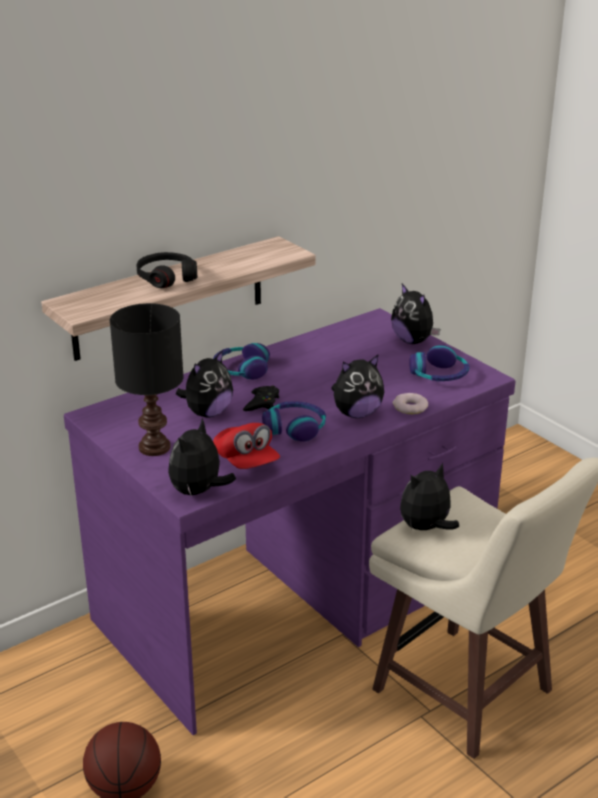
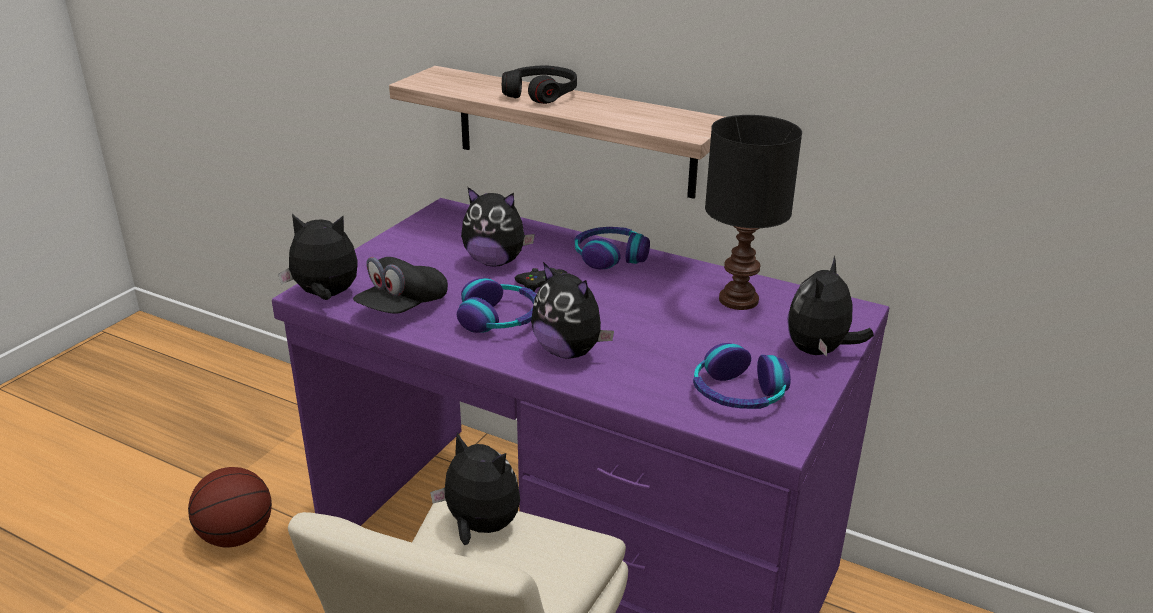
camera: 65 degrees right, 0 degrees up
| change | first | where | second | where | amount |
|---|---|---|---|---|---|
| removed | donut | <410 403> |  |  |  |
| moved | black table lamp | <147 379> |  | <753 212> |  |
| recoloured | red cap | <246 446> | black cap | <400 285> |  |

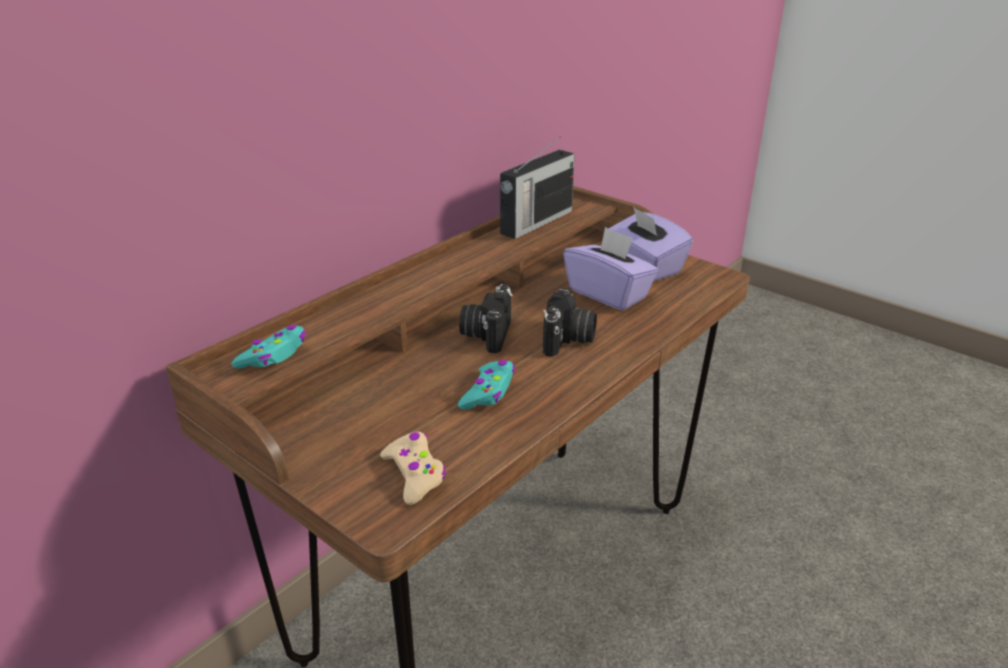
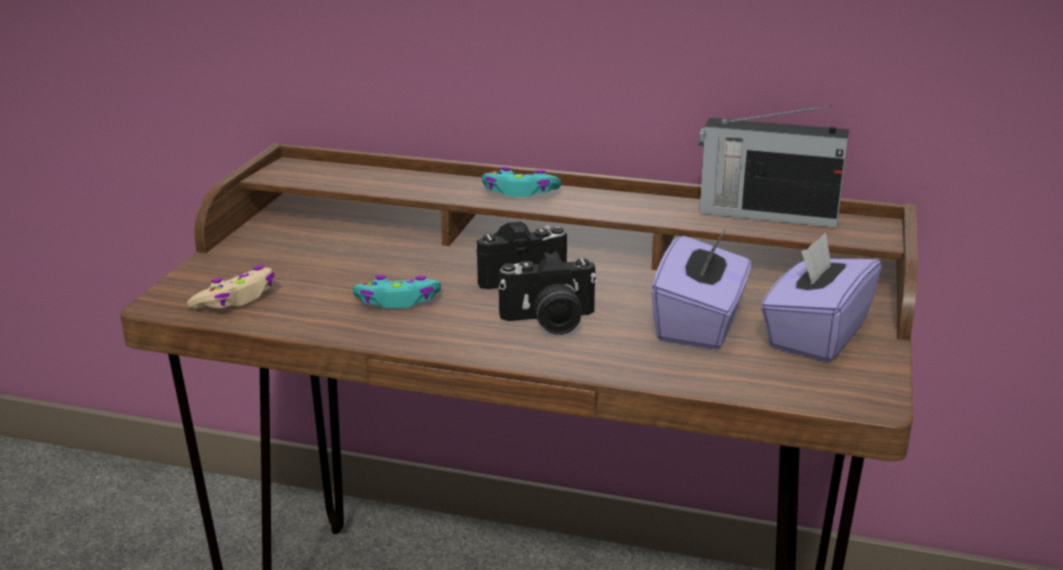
camera: 65 degrees right, 5 degrees down
| change | first | where | second | where | amount |
|---|---|---|---|---|---|
| moved | turquoise game controller | <268 347> |  | <521 182> |  |

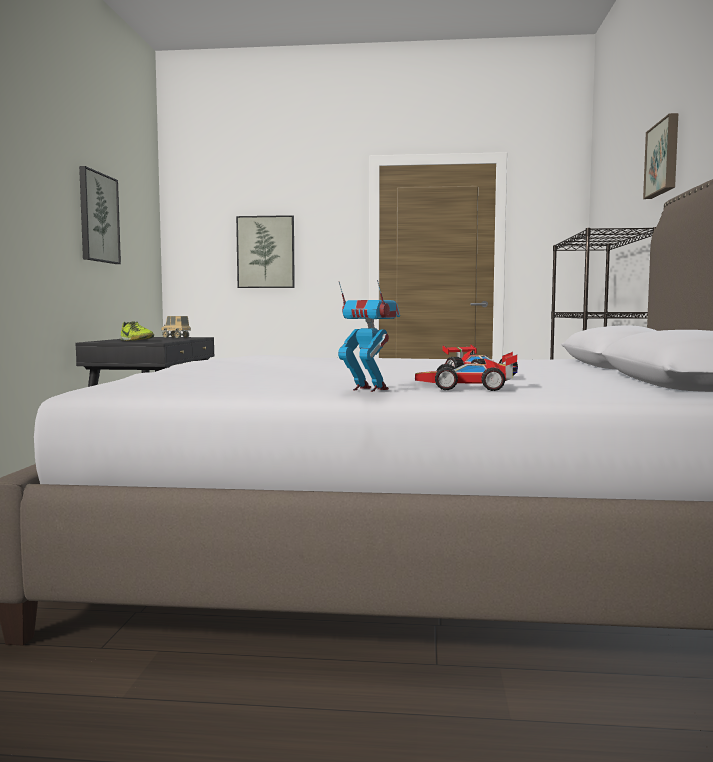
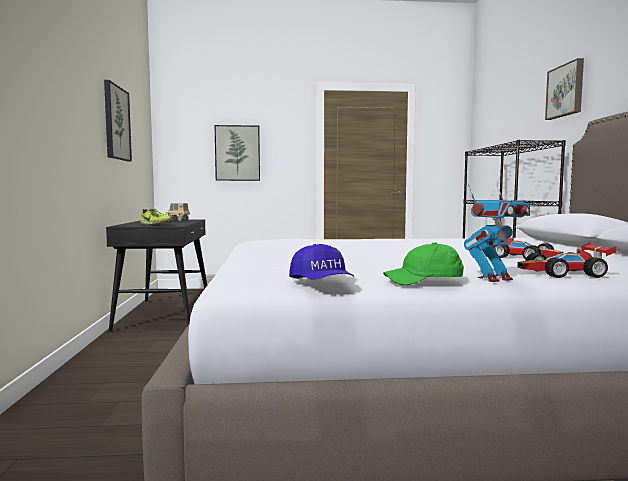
camera: 10 degrees left, 0 degrees up
| change | first | where | second | where | amount |
|---|---|---|---|---|---|
| added |  |  | blue cap | <321 262> |  |
| added |  |  | green cap | <423 263> |  |
| turned | toy robot | <369 336> |  | <497 233> | 135 degrees clockwise |

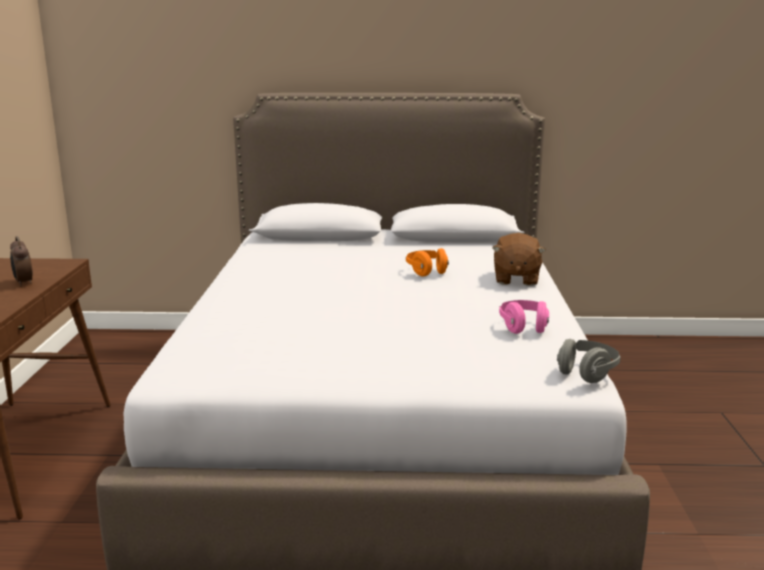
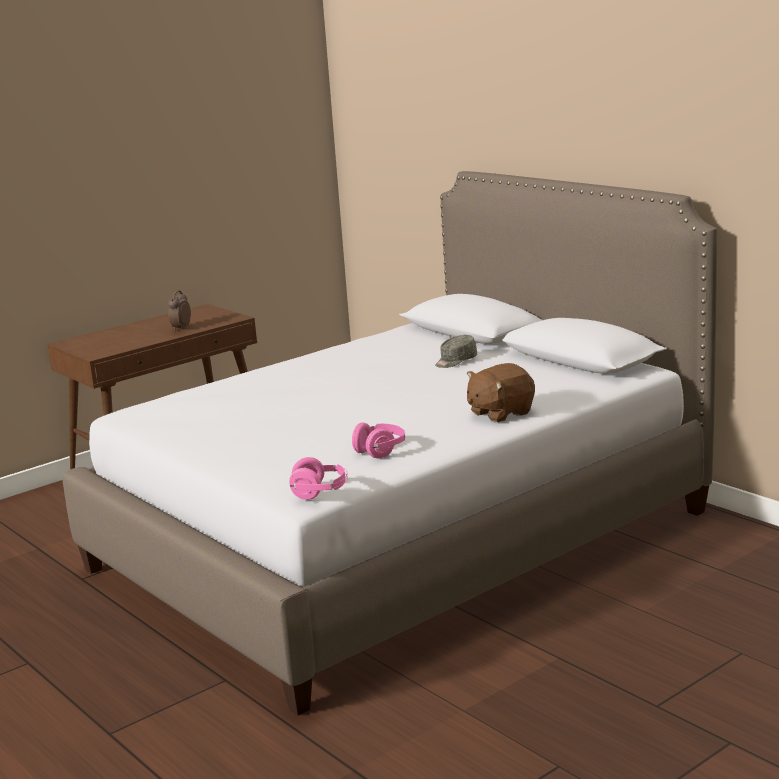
camera: 50 degrees right, 0 degrees up
| change | first | where | second | where | amount |
|---|---|---|---|---|---|
| removed | orange headphones | <427 262> |  |  |  |
| added |  |  | grey cap | <456 351> |  |
| recoloured | grey headphones | <589 361> | pink headphones | <318 478> |  |

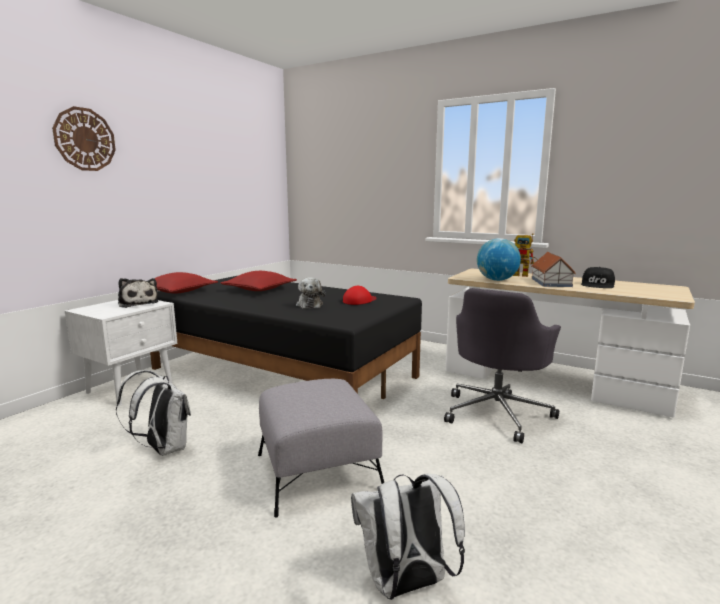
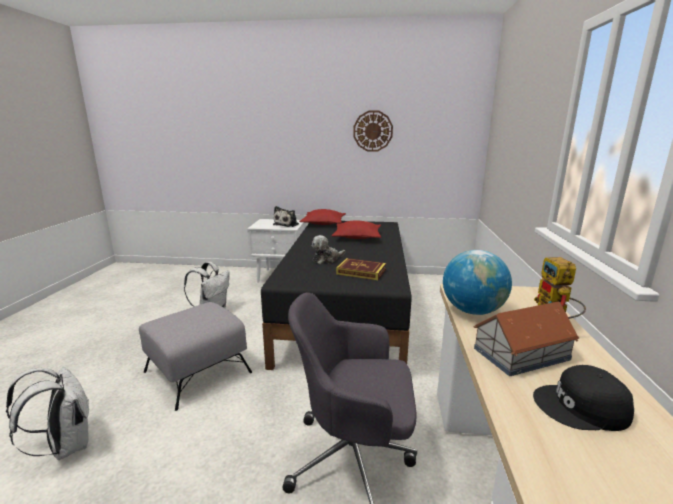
camera: 65 degrees right, 5 degrees up
| change | first | where | second | where | amount |
|---|---|---|---|---|---|
| moved | wall clock | <84 138> |  | <373 131> |  |
| replaced | red cap | <360 295> | book | <361 269> |  |

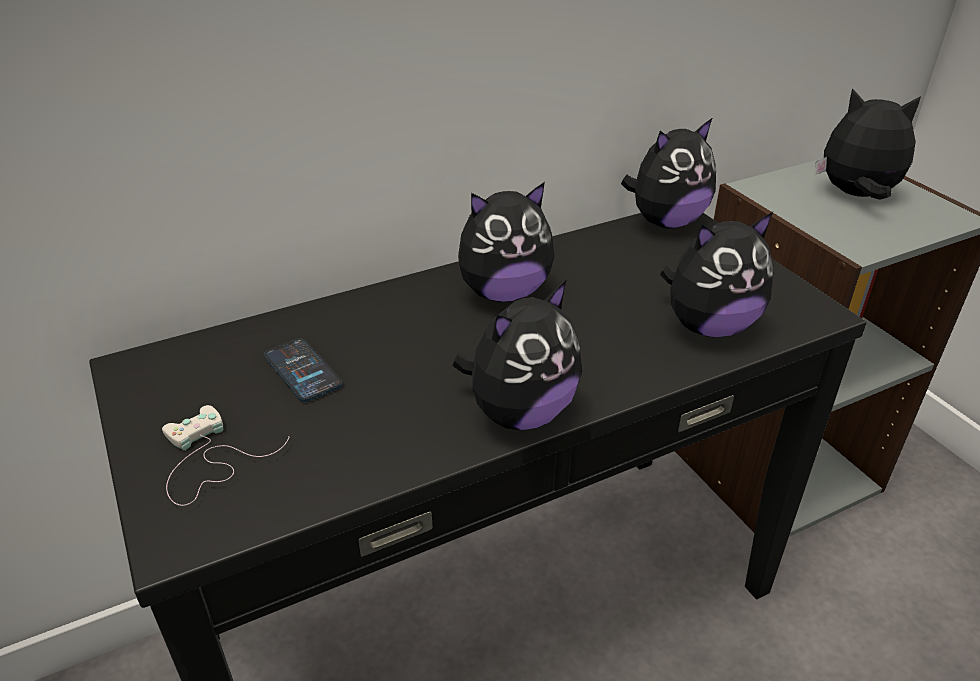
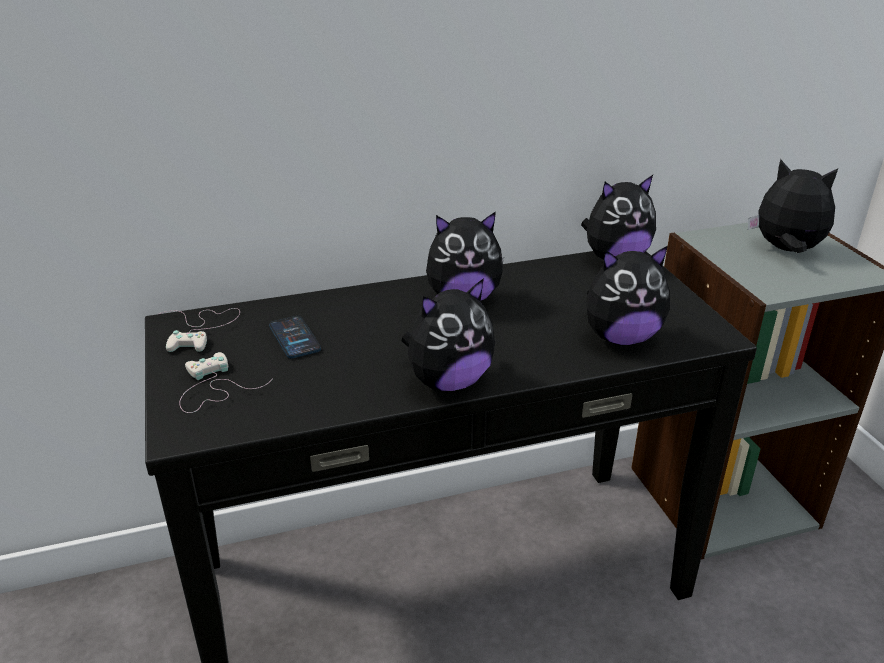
camera: 10 degrees right, 5 degrees down
| change | first | where | second | where | amount |
|---|---|---|---|---|---|
| added |  |  | white game controller | <199 330> |  |

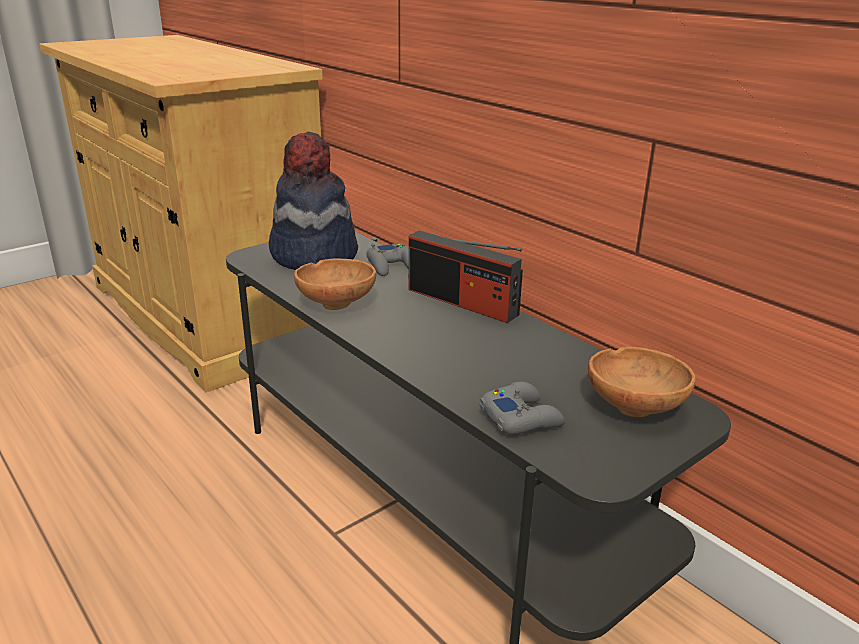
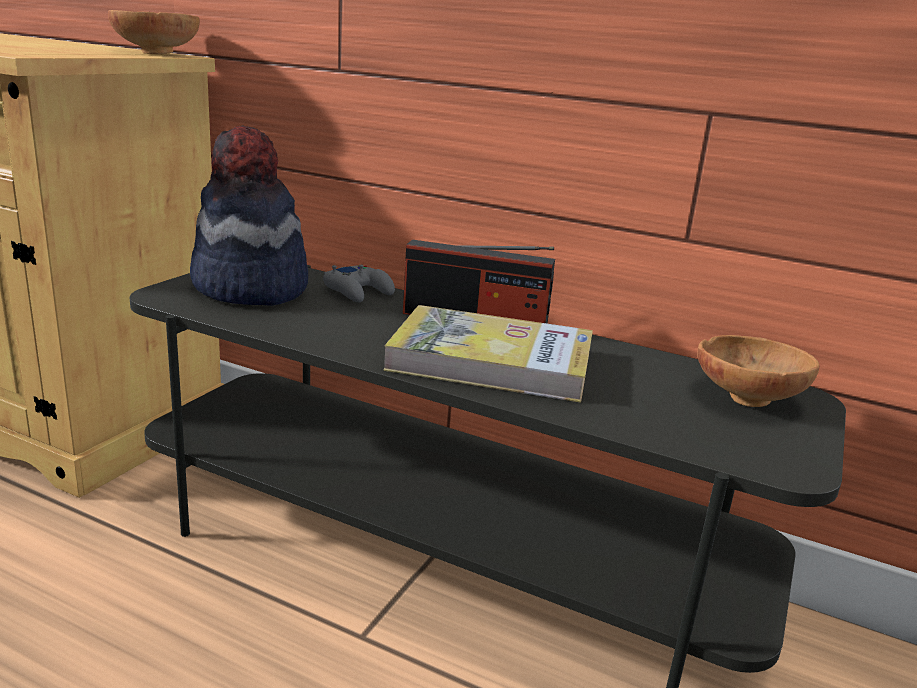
camera: 25 degrees left, 5 degrees down
| change | first | where | second | where | amount |
|---|---|---|---|---|---|
| removed | grey game controller | <522 408> |  |  |  |
| added |  |  | book | <488 354> |  |
| moved | brown bowl | <335 284> |  | <154 32> |  |

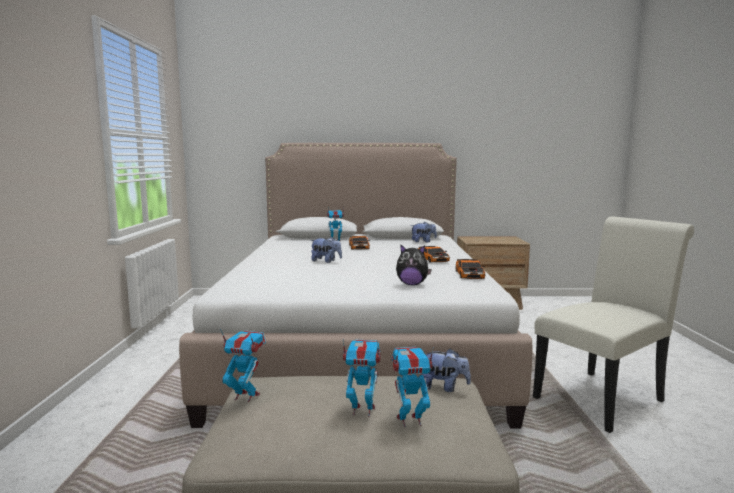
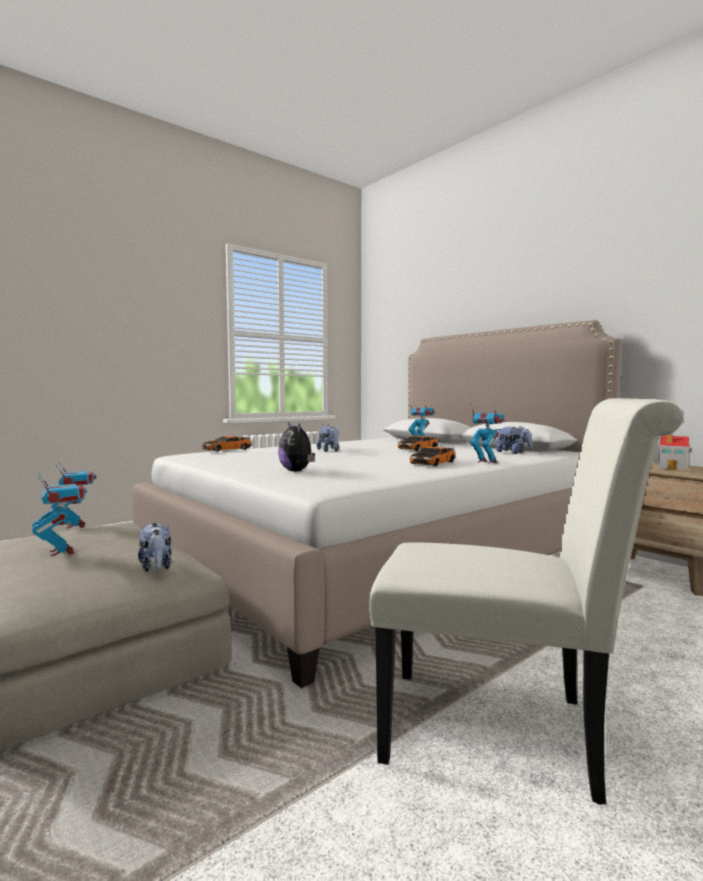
camera: 50 degrees right, 5 degrees down
| change | first | where | second | where | amount |
|---|---|---|---|---|---|
| added |  |  | toy house | <674 452> |  |
| moved | toy robot | <412 387> |  | <487 433> |  |
| moved | toy car | <470 269> |  | <227 444> |  |

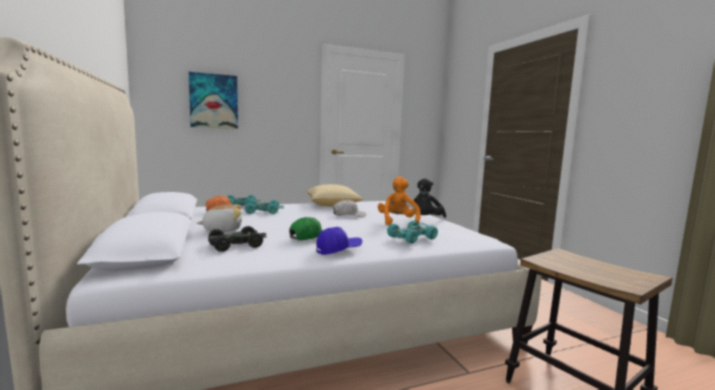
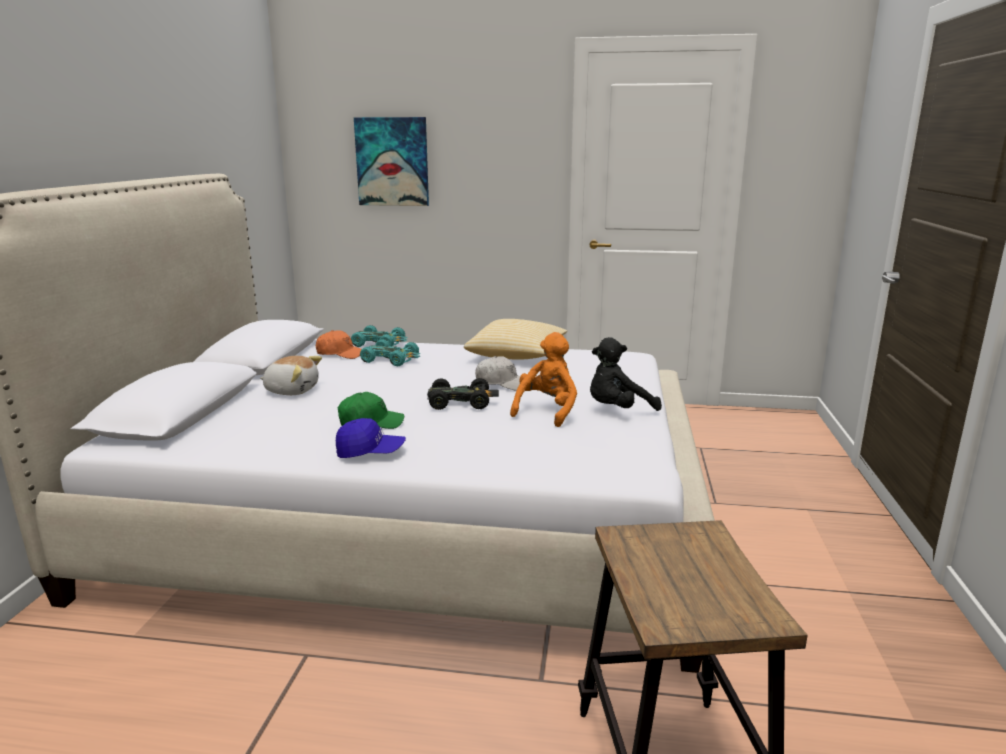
camera: 30 degrees right, 10 degrees up
| change | first | where | second | where | amount |
|---|---|---|---|---|---|
| removed | turquoise toy car | <412 232> |  |  |  |
| moved | black toy car | <237 239> |  | <463 394> |  |

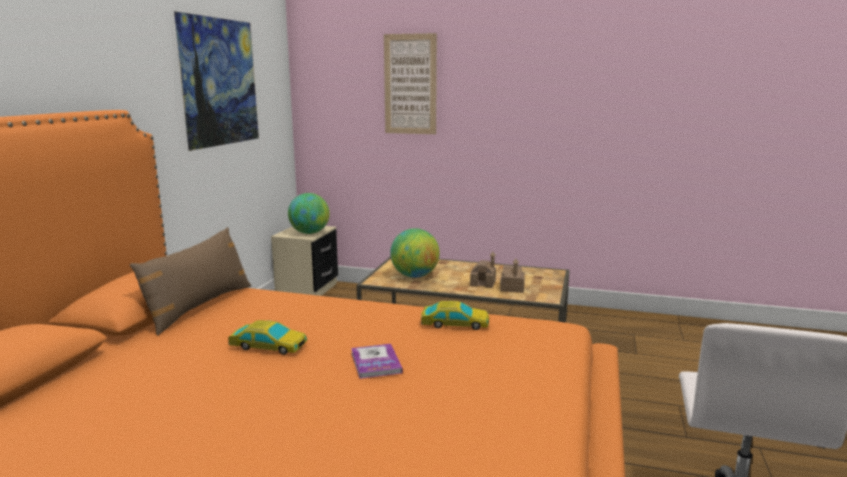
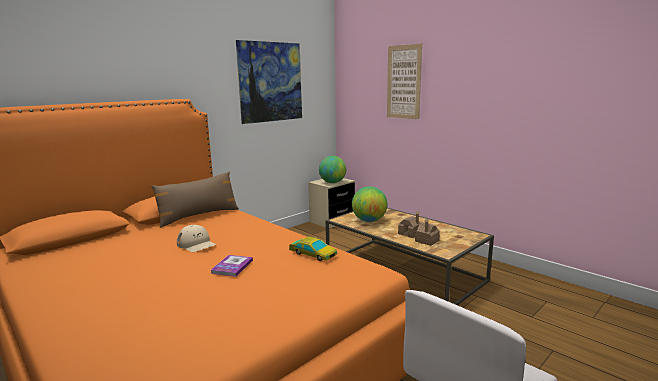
camera: 30 degrees right, 0 degrees up
| change | first | where | second | where | amount |
|---|---|---|---|---|---|
| replaced | toy car | <267 337> | beige cap | <196 238> |  |

